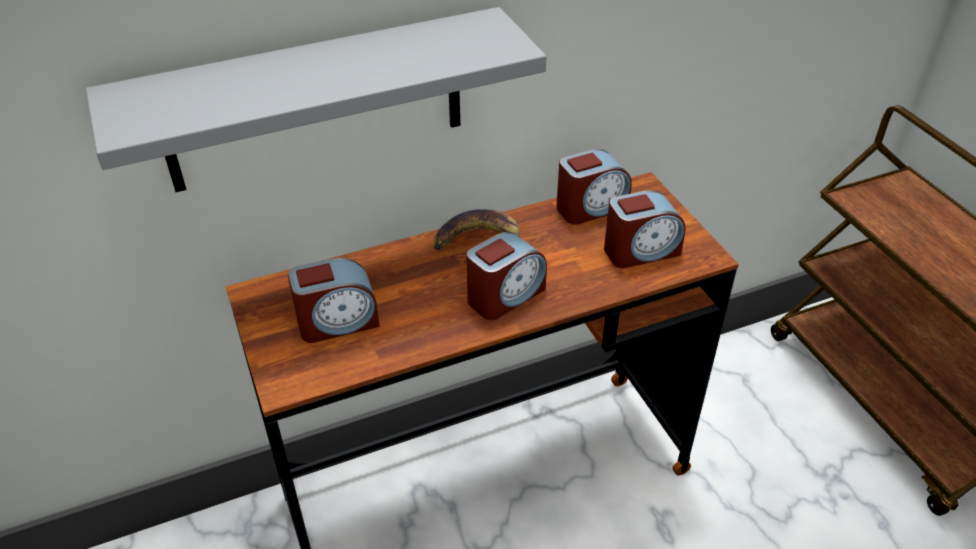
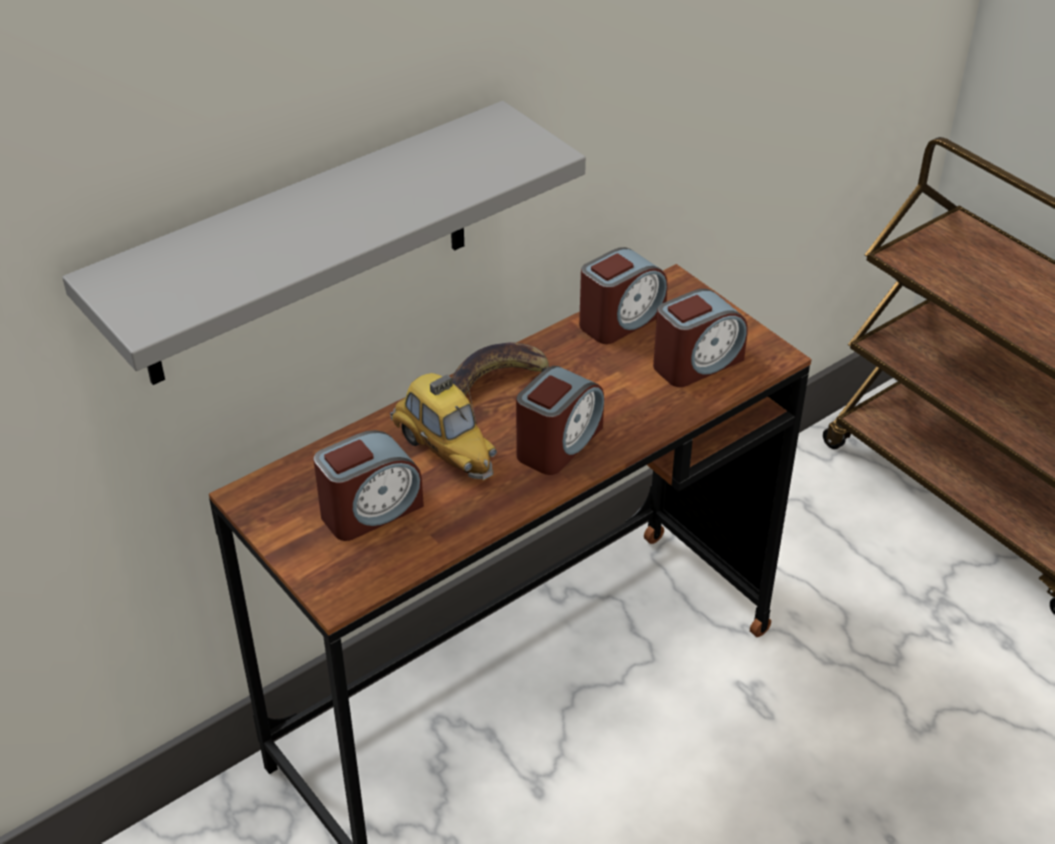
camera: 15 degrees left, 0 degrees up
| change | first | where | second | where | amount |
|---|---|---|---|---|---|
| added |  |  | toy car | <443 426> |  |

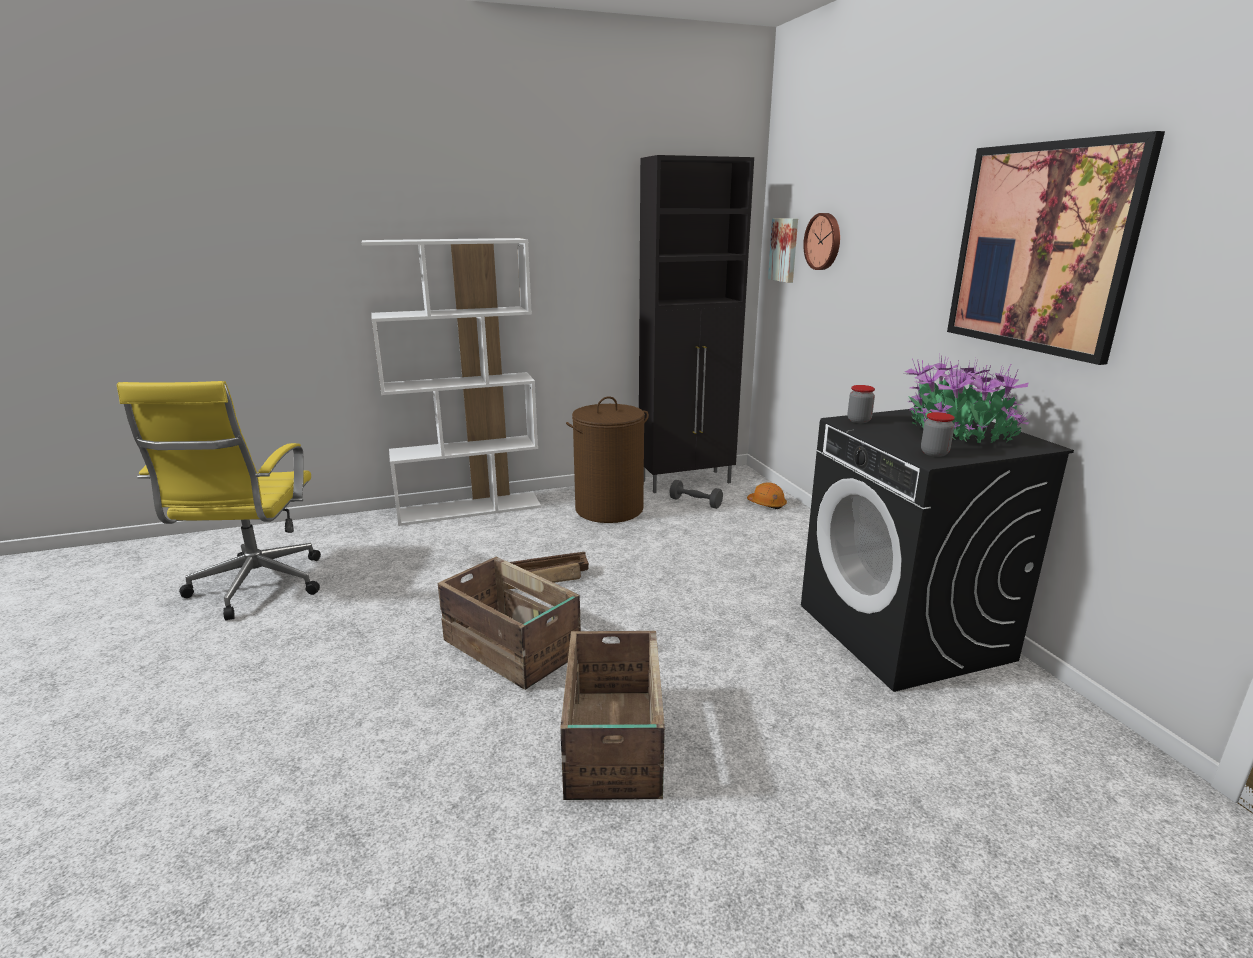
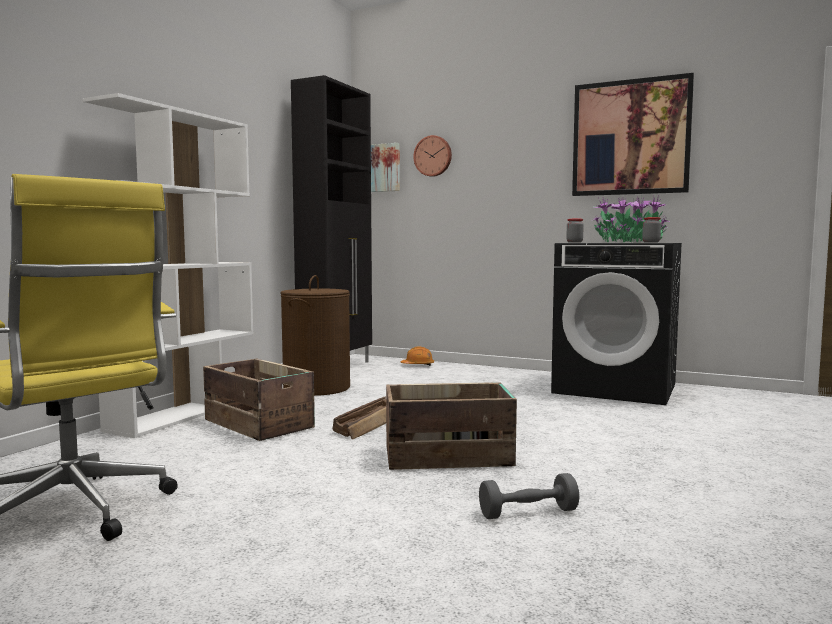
camera: 45 degrees left, 15 degrees down
| change | first | where | second | where | amount |
|---|---|---|---|---|---|
| moved | crate | <612 715> |  | <259 400> |  |
| moved | grey dumbbell | <696 494> |  | <529 496> |  |

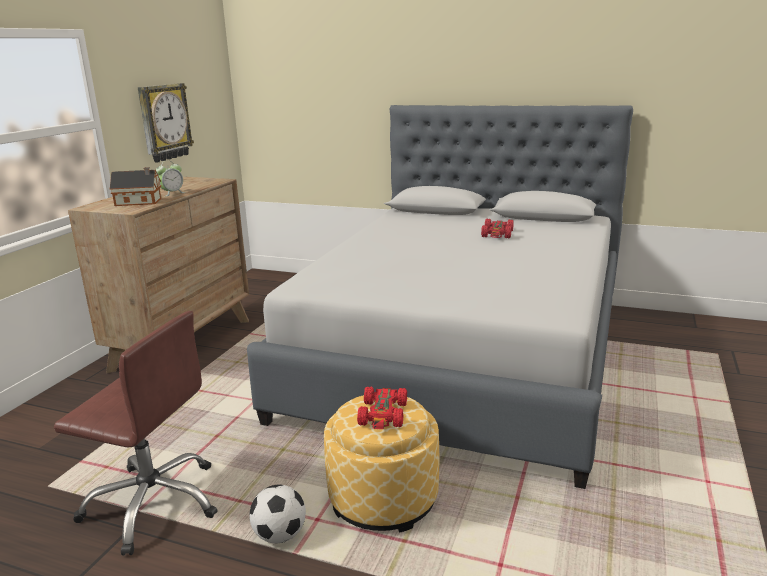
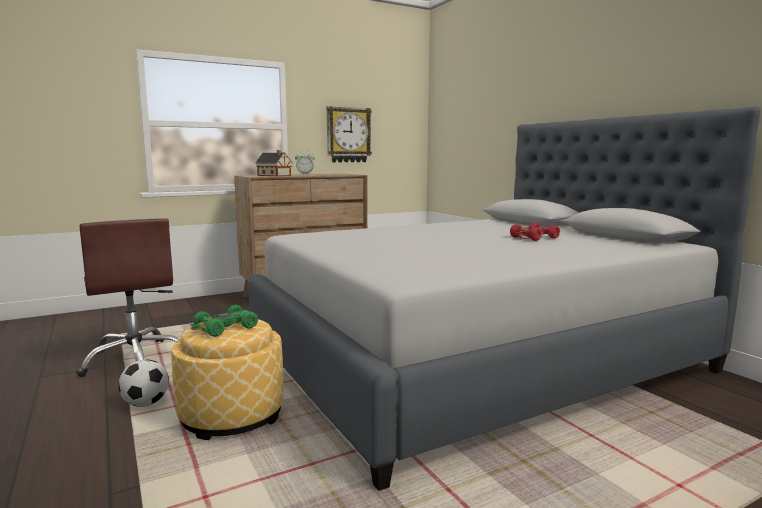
camera: 40 degrees right, 10 degrees down
| change | first | where | second | where | amount |
|---|---|---|---|---|---|
| recoloured | red toy car | <382 408> | green toy car | <224 321> |  |

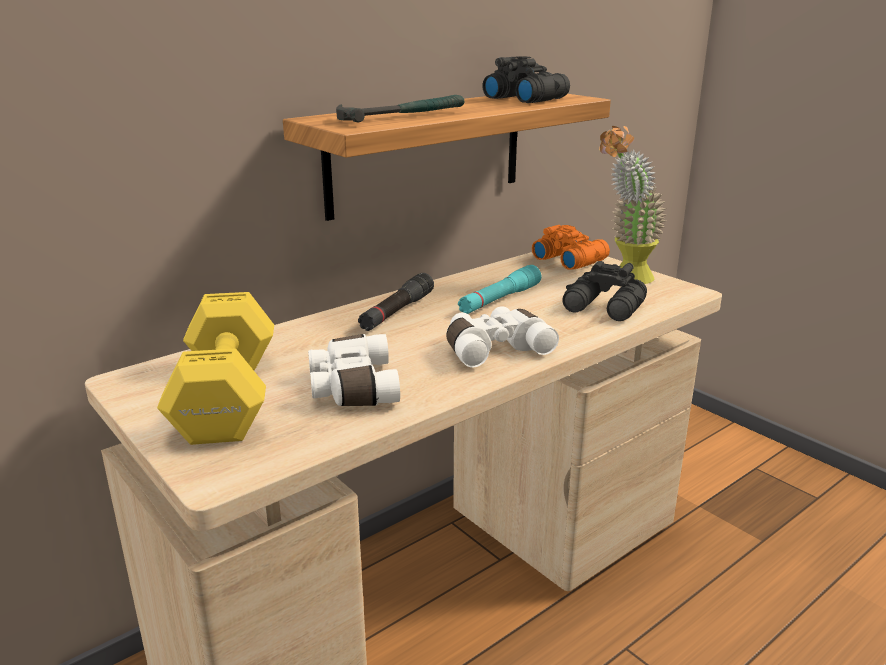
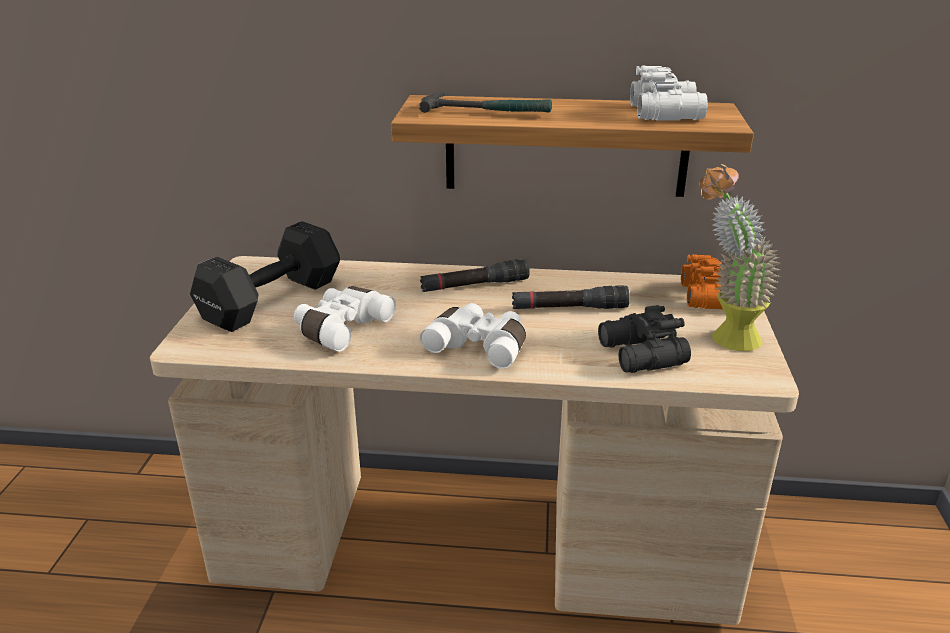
camera: 45 degrees right, 5 degrees up
| change | first | where | second | where | amount |
|---|---|---|---|---|---|
| recoloured | yellow dumbbell | <215 368> | black dumbbell | <265 276> |  |
| recoloured | turquoise flashlight | <499 289> | black flashlight | <571 297> |  |
| recoloured | black binoculars | <526 79> | white binoculars | <669 93> |  |

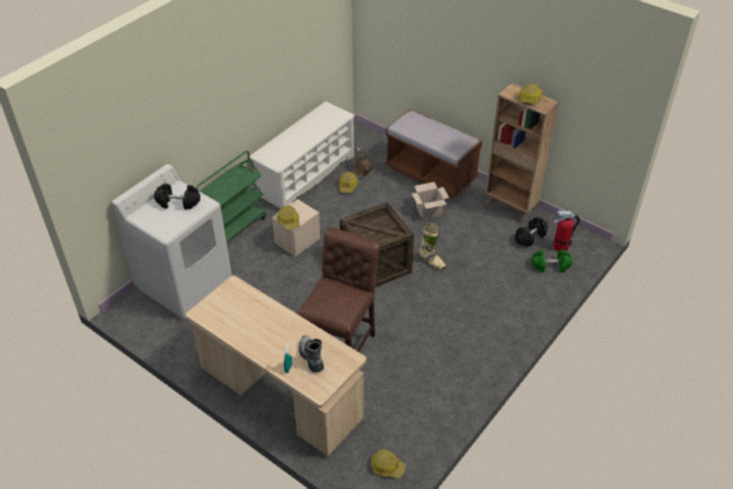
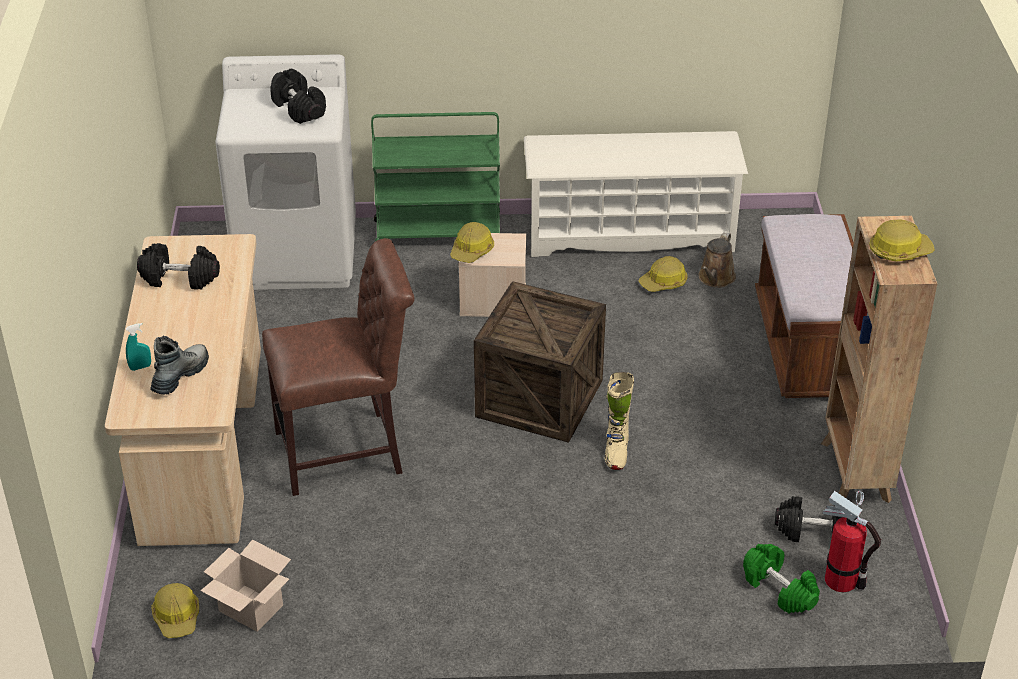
camera: 50 degrees right, 5 degrees down
| change | first | where | second | where | amount |
|---|---|---|---|---|---|
| added |  |  | black dumbbell | <178 266> |  |
| moved | cardboard box | <430 200> |  | <245 586> |  |

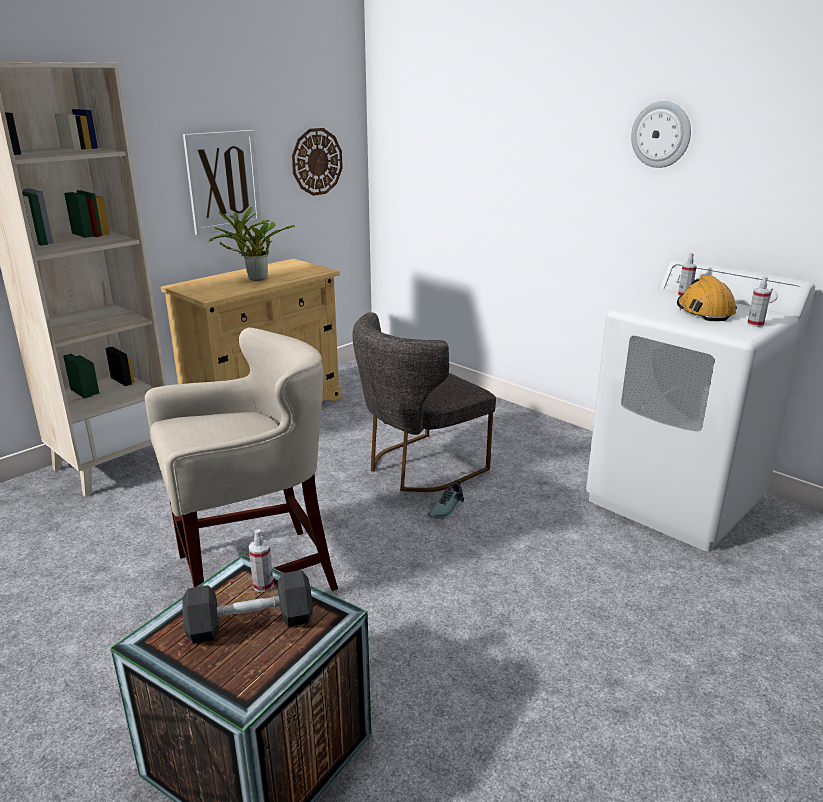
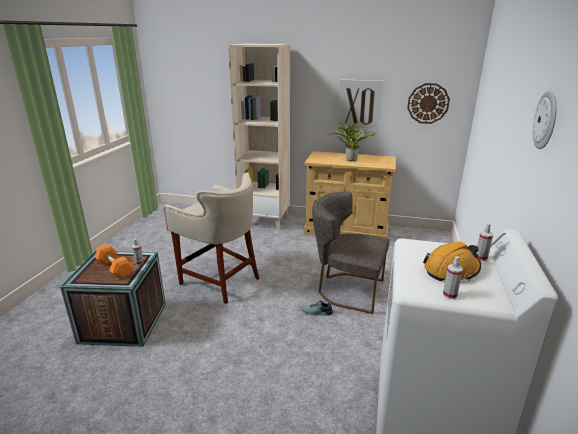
camera: 60 degrees right, 0 degrees up
| change | first | where | second | where | amount |
|---|---|---|---|---|---|
| recoloured | grey dumbbell | <247 607> | orange dumbbell | <114 261> |  |

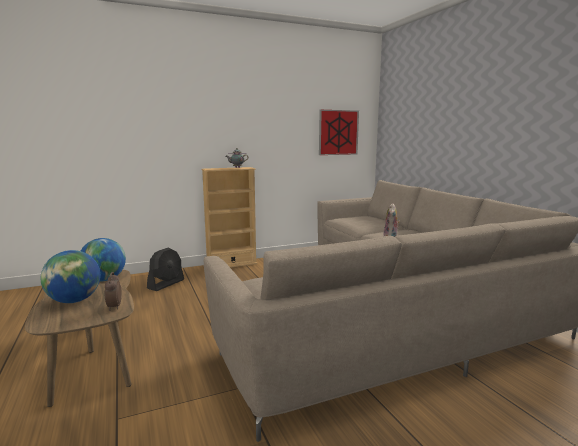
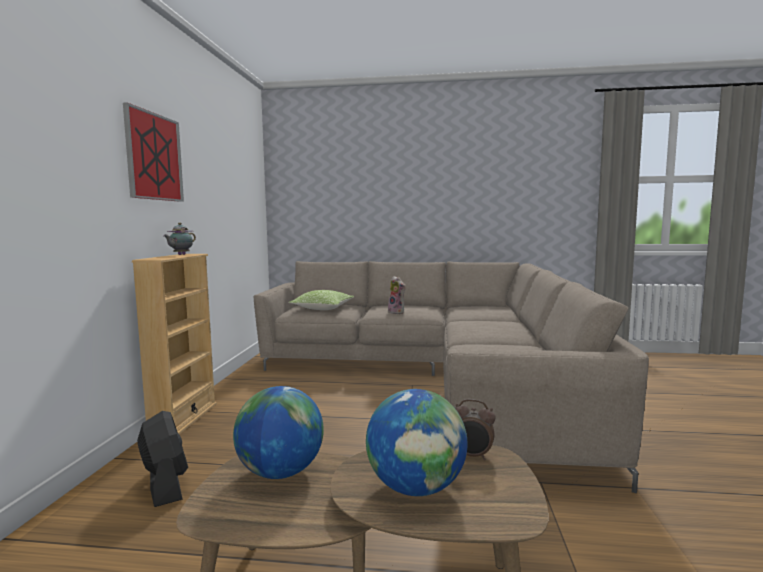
camera: 60 degrees left, 5 degrees down
| change | first | where | second | where | amount |
|---|---|---|---|---|---|
| added |  |  | pillow | <321 300> |  |
| moved | picture | <339 132> |  | <153 152> |  |

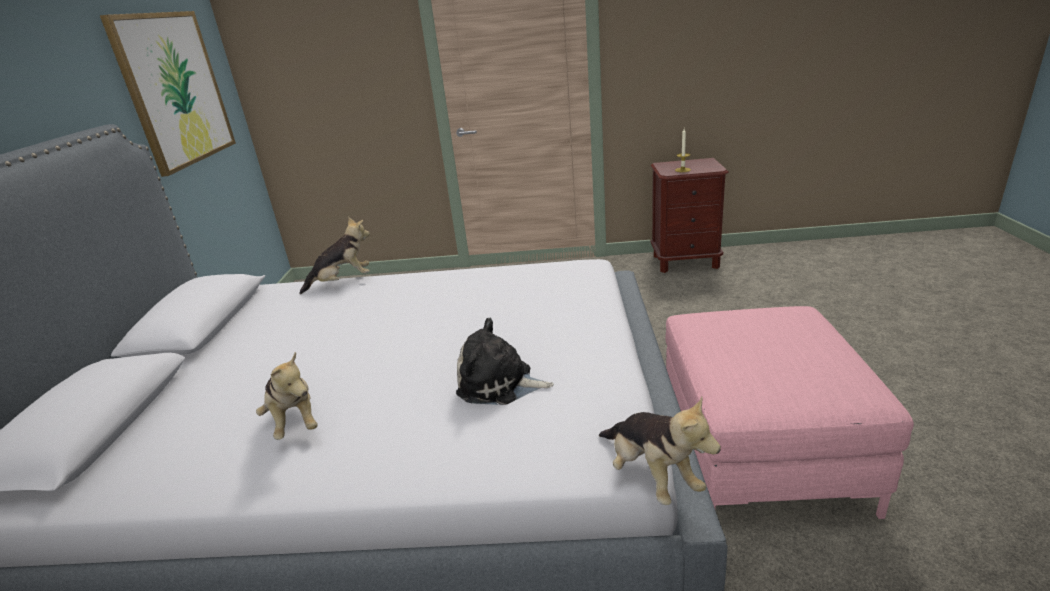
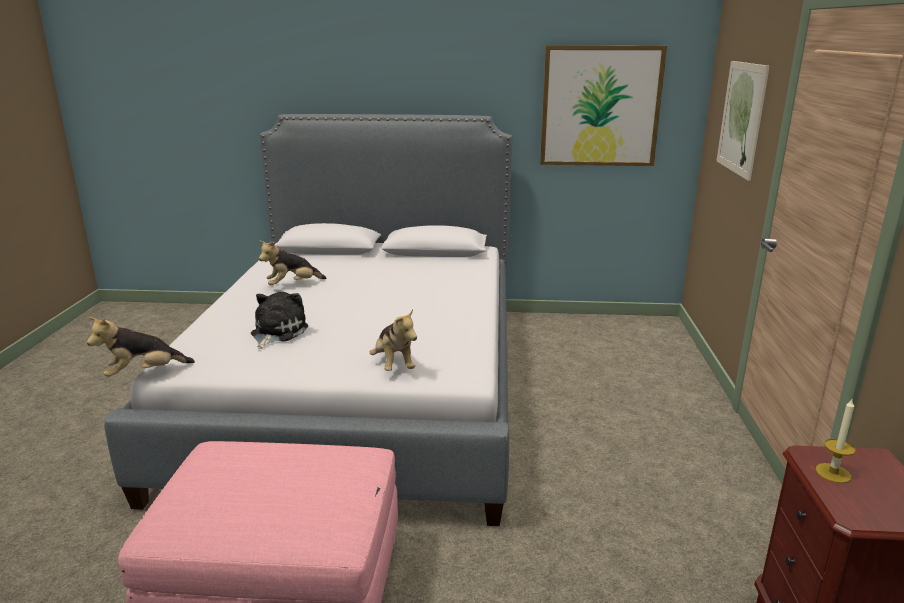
camera: 90 degrees right, 5 degrees down
| change | first | where | second | where | amount |
|---|---|---|---|---|---|
| added |  |  | picture | <743 121> |  |
| moved | plush toy | <334 255> |  | <393 340> |  |

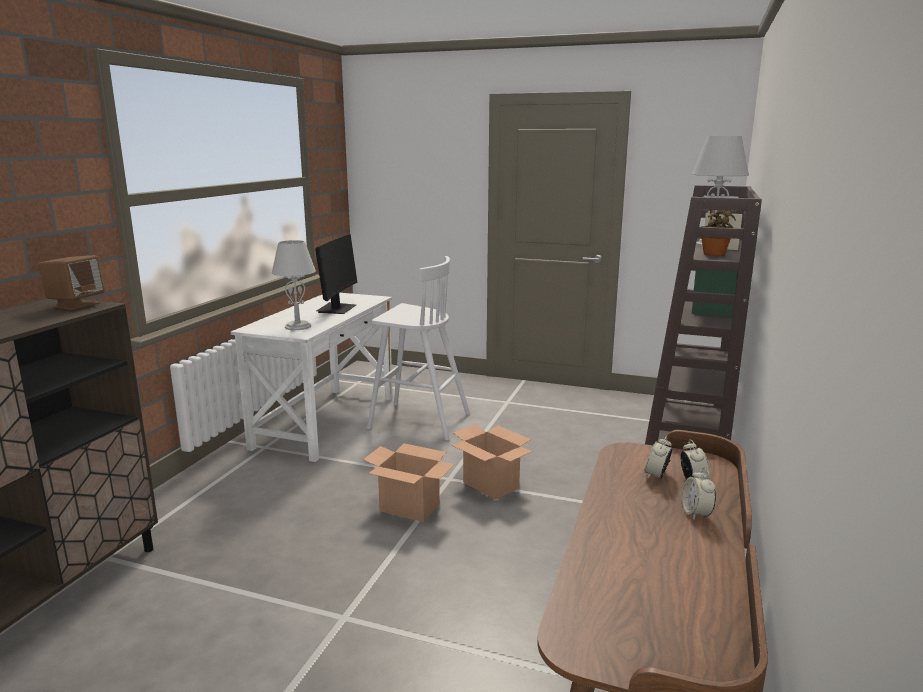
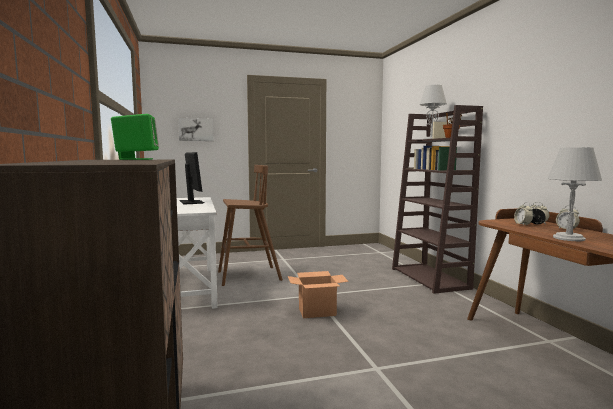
camera: 35 degrees left, 10 degrees down
| change | first | where | second | where | amount |
|---|---|---|---|---|---|
| removed | cardboard box | <492 462> |  |  |  |
| added |  |  | picture | <195 129> |  |
| moved | grey table lamp | <294 285> |  | <574 194> |  |
| recoloured | brown speaker | <71 282> | green speaker | <135 137> |  |
| recoloured | white stool | <418 348> | brown stool | <250 225> |  |

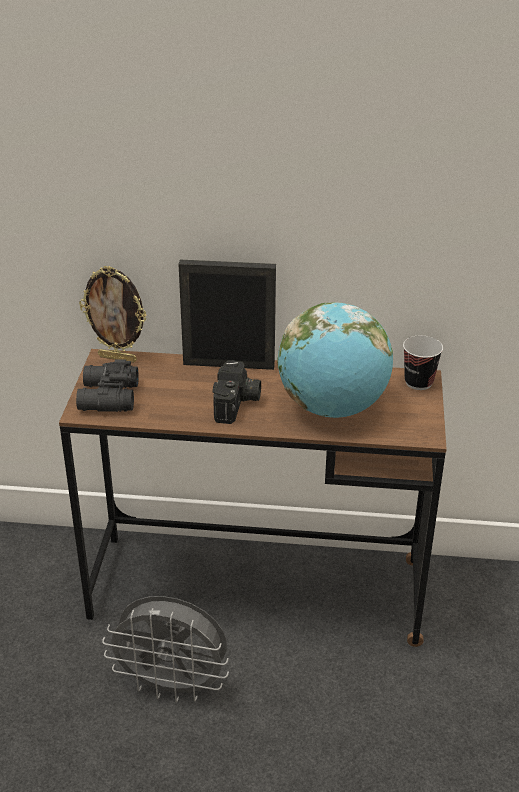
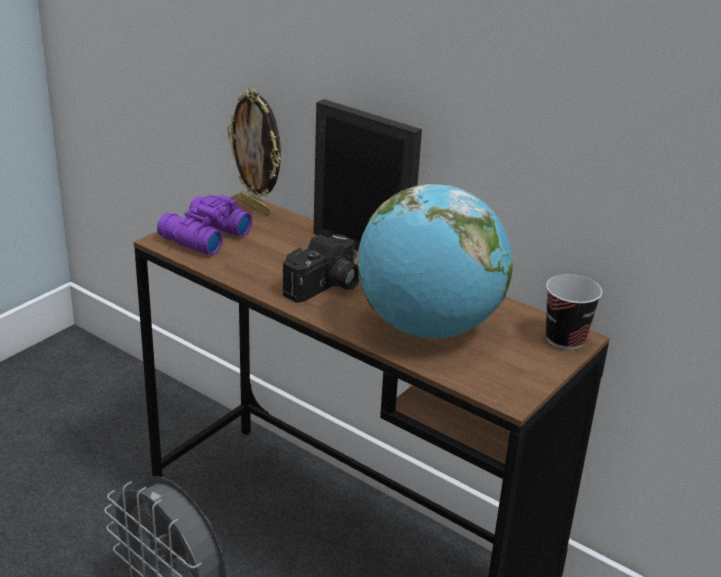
camera: 30 degrees right, 5 degrees down
| change | first | where | second | where | amount |
|---|---|---|---|---|---|
| recoloured | black binoculars | <107 385> | purple binoculars | <205 224> |  |

